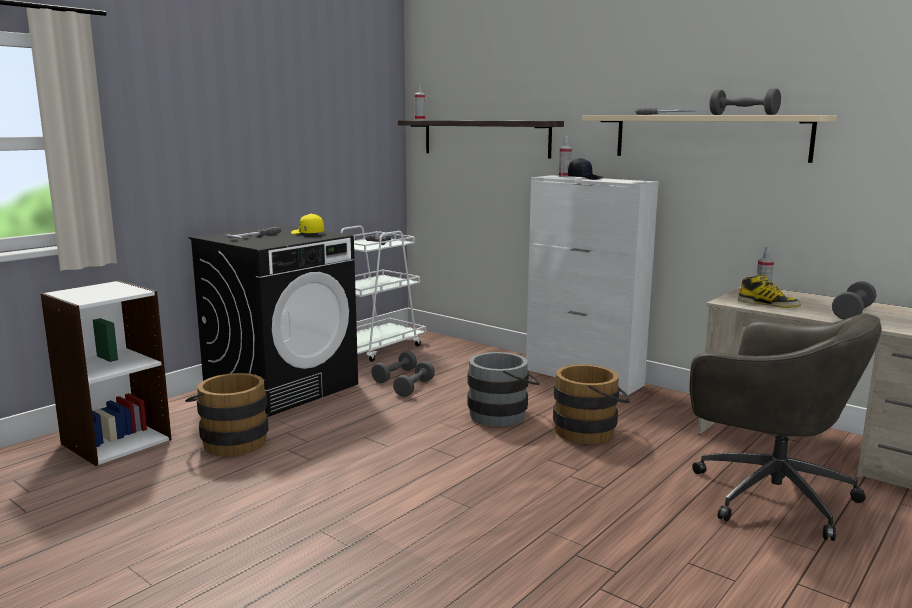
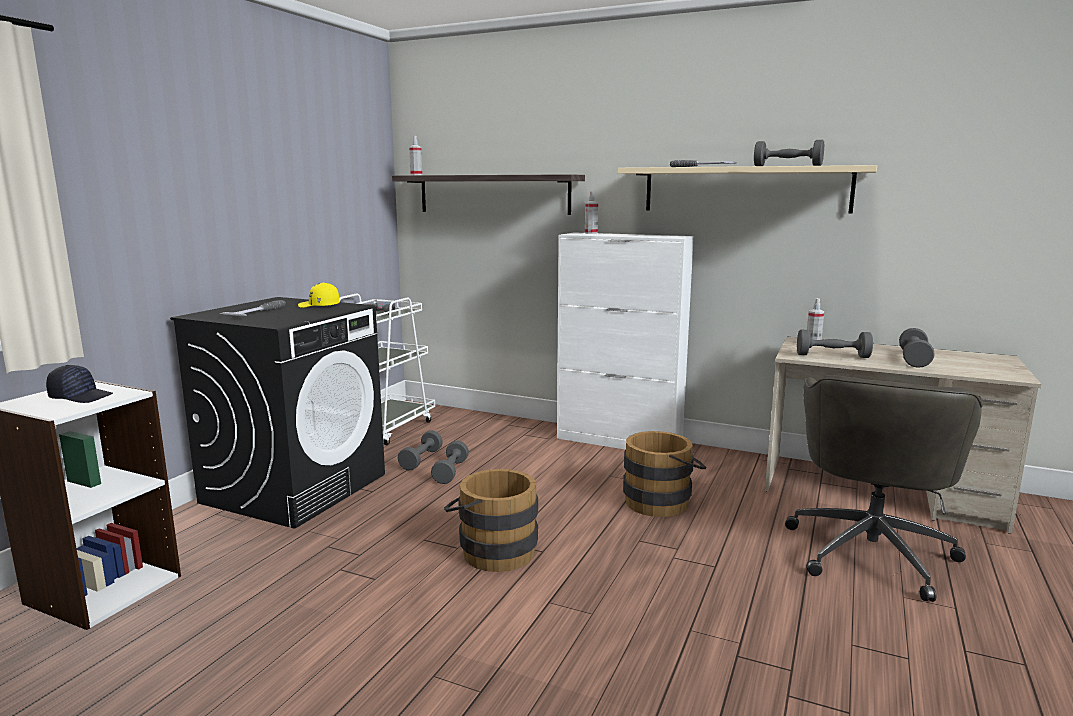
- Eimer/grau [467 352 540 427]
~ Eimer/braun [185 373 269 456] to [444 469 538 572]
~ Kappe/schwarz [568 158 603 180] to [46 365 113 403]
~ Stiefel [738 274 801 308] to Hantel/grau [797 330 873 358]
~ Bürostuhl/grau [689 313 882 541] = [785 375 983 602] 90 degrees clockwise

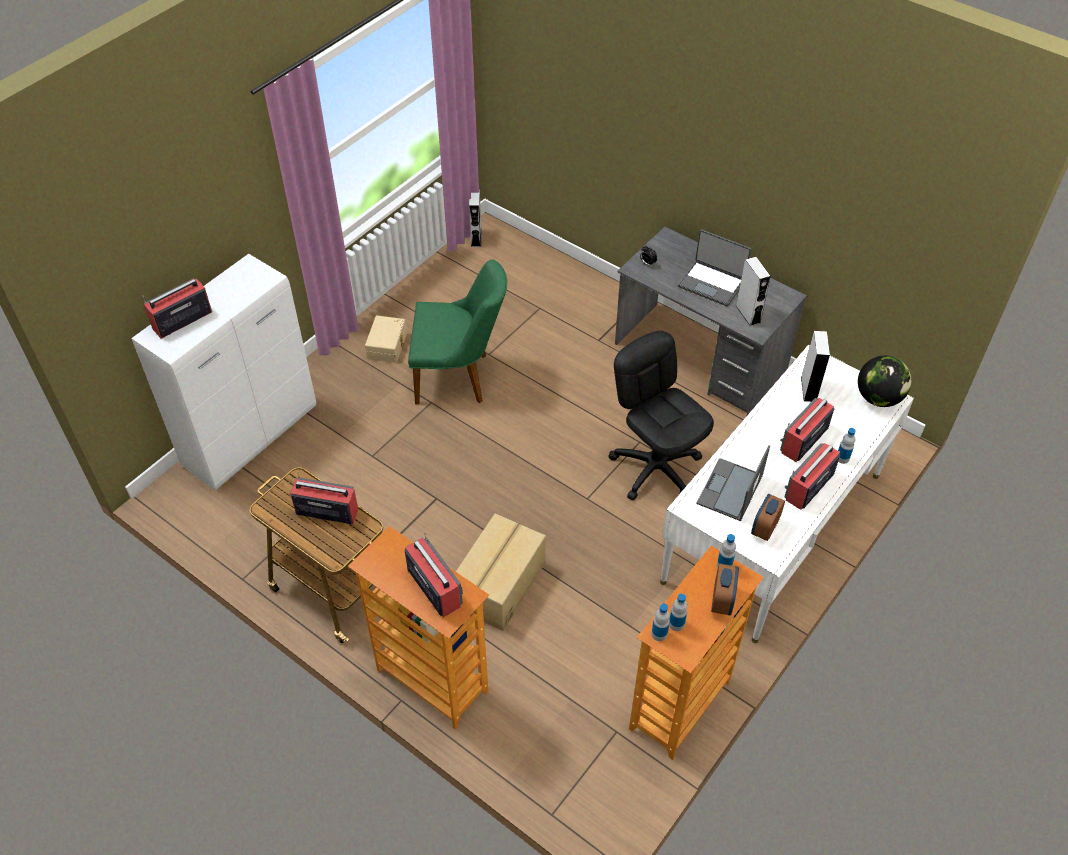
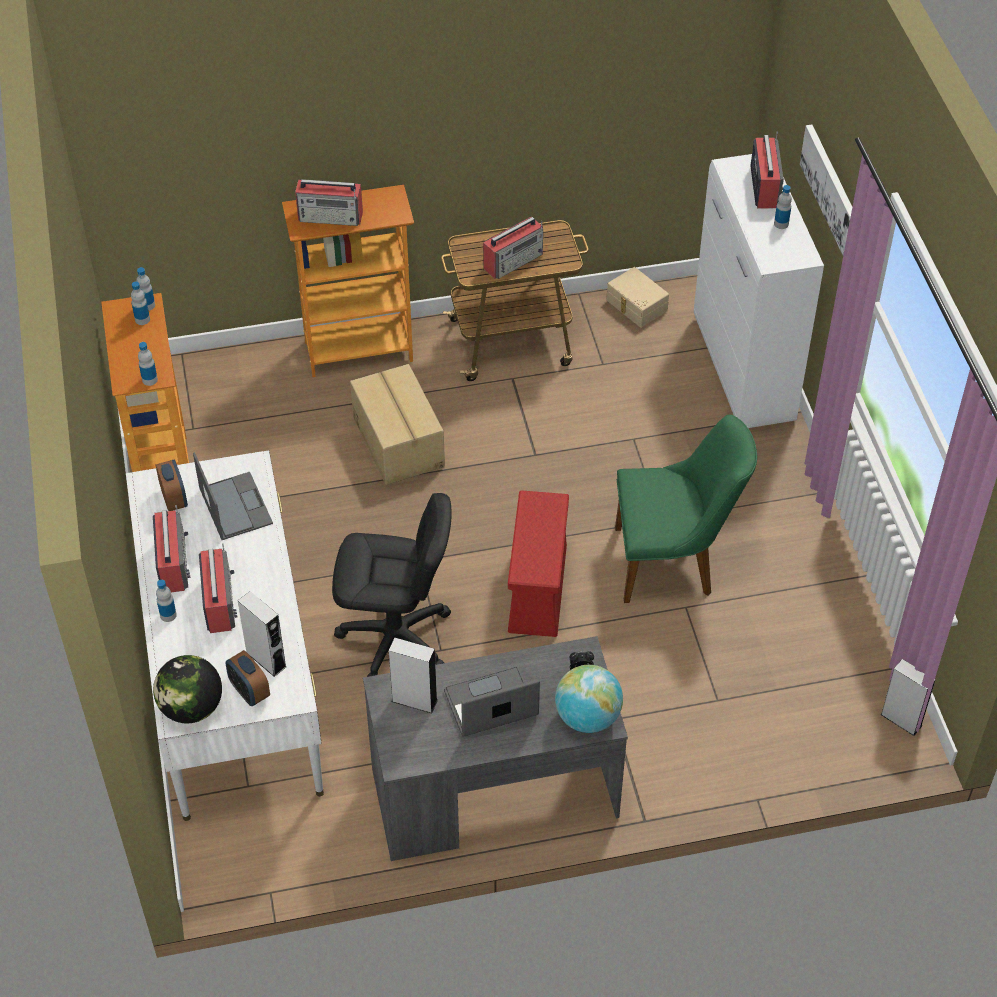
+ Aufbewahrungsbox/rot [508 490 569 637]
+ Globus [555 665 623 733]
+ Flasche [774 185 792 229]
+ Bild [800 124 852 255]
~ Aufbewahrungsbox/beige [365 315 407 363] to [607 267 669 328]
~ Wecker [711 563 739 615] to [225 650 270 706]
~ Stuhl/grün [408 260 507 404] = [615 415 757 603] 135 degrees counterclockwise

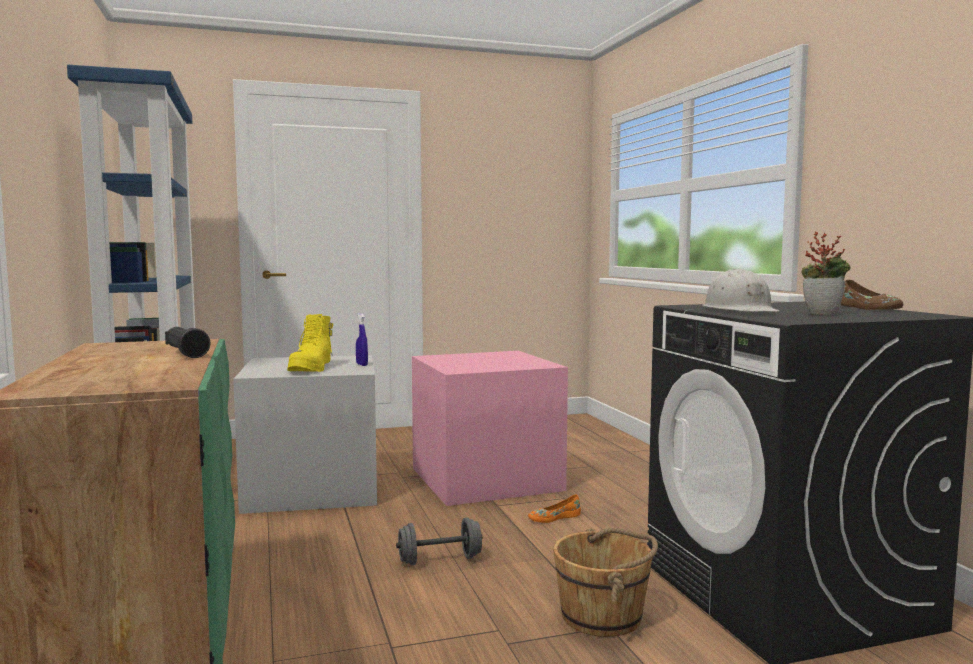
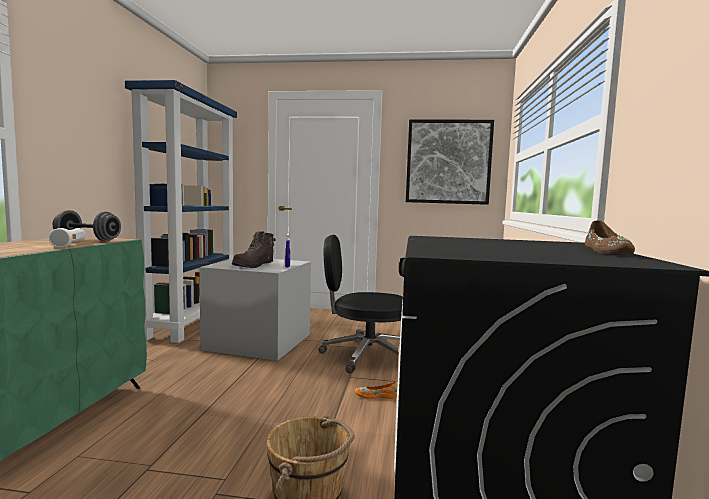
- Schutzhelm/weiß [702 269 780 312]
- Topfpflanze [802 232 850 315]
+ Bild [406 119 494 205]
~ Hantel/grau [396 517 482 565] to [53 210 121 241]
~ Aufbewahrungsbox/rosa [412 351 568 506] to Bürostuhl/schwarz [319 235 403 373]
~ Taschenlampe/schwarz [165 327 210 358] to Taschenlampe/weiß [49 228 86 248]
~ Stiefel/gelb [287 314 333 372] to Stiefel/braun [232 231 275 268]

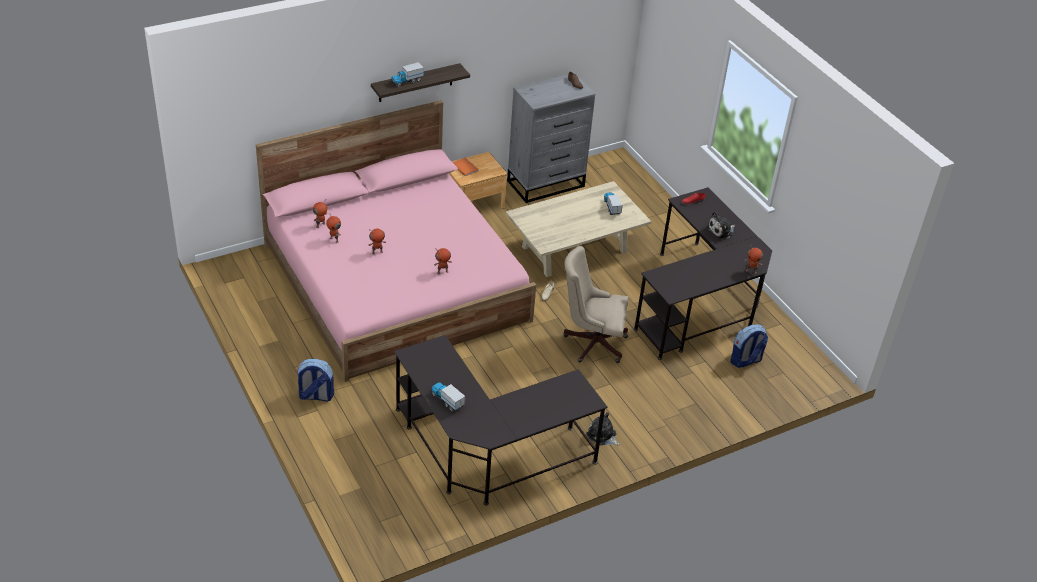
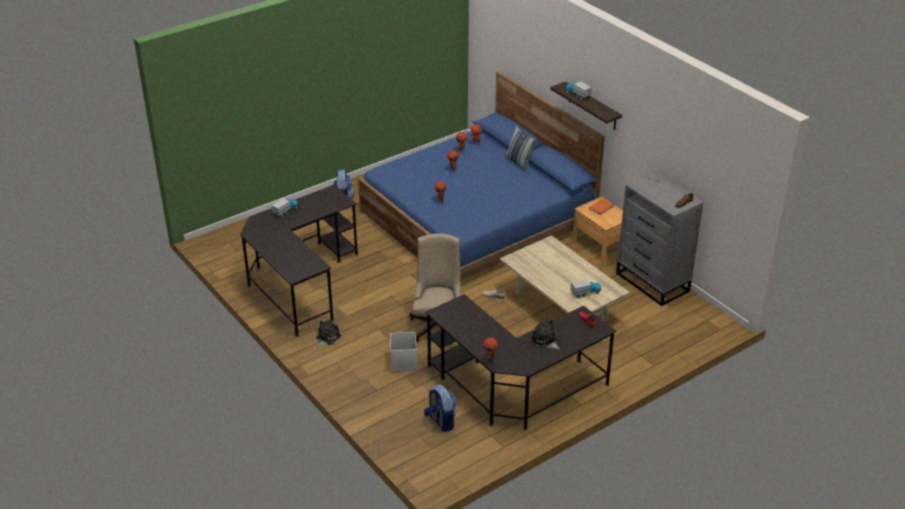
+ Aufbewahrungsbox/weiß [390 332 418 372]
+ Kissen [505 125 537 171]
~ Bett/rosa [256 100 536 382] to Bett/blau [358 71 605 281]

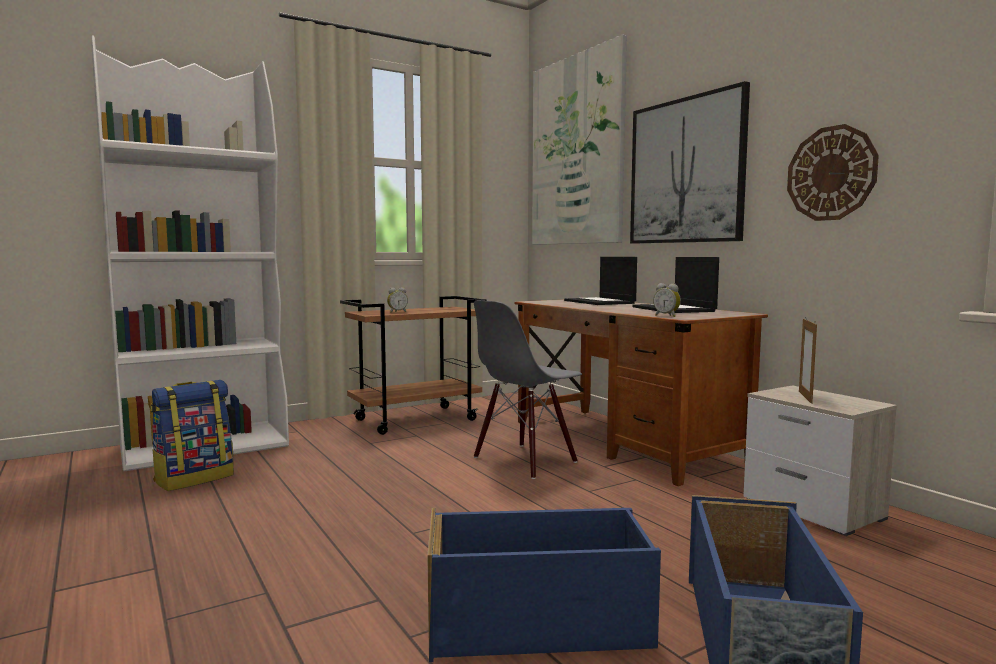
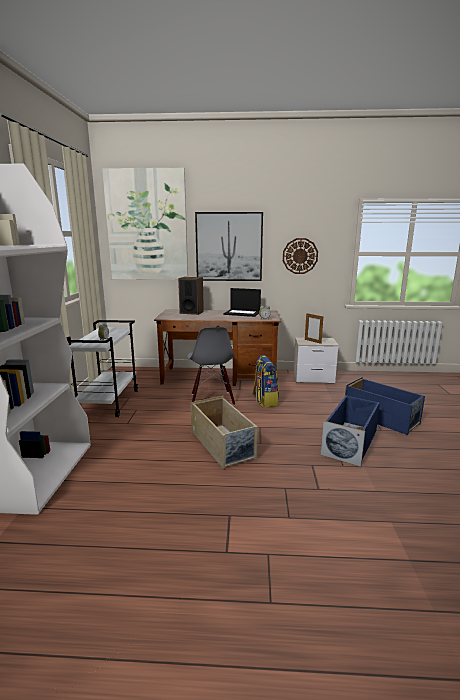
+ Aufbewahrungsbox/beige [191 396 258 469]
~ Rucksack [150 380 234 491] to [252 355 279 407]
~ Laptop [564 257 637 305] to Lautsprecher [178 277 204 315]
~ Rollwagen/braun [340 296 486 435] to Rollwagen/weiß [67 320 138 417]

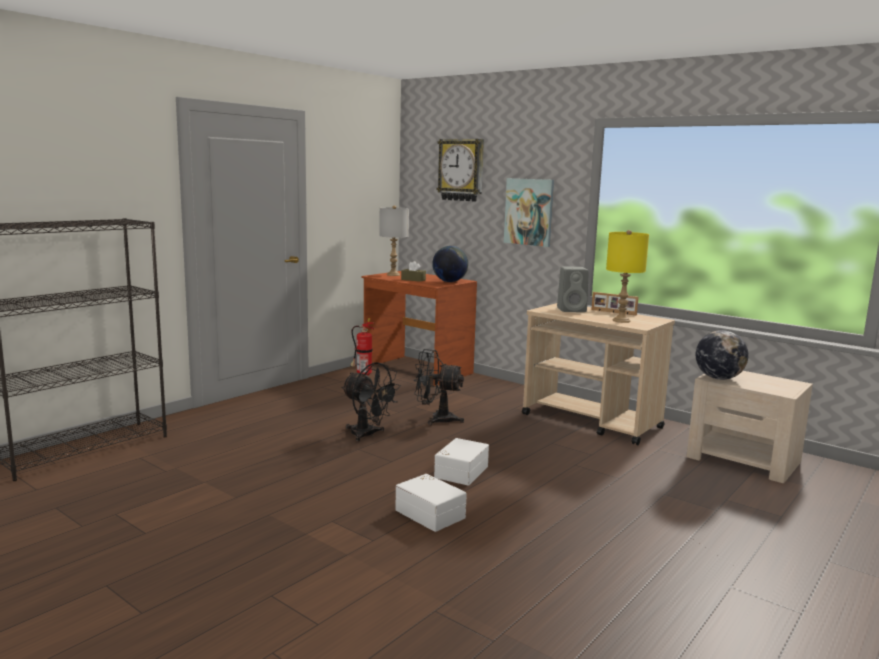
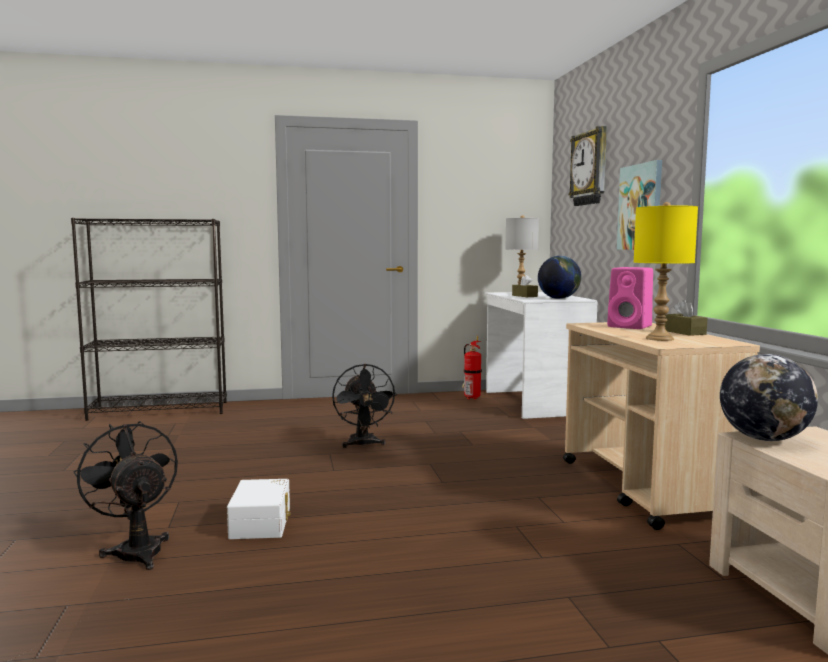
- Aufbewahrungsbox/weiß [434 438 489 485]
~ Ventilator/schwarz [414 349 464 425] to [74 421 178 570]
~ Bilderrahmen [591 292 638 315] to Taschentuchbox/braun [665 300 708 336]
~ Schreibtisch/braun [361 271 477 386] to Schreibtisch/weiß [485 292 597 419]
~ Lautsprecher/grau [557 266 589 312] to Lautsprecher/rosa [607 267 653 329]

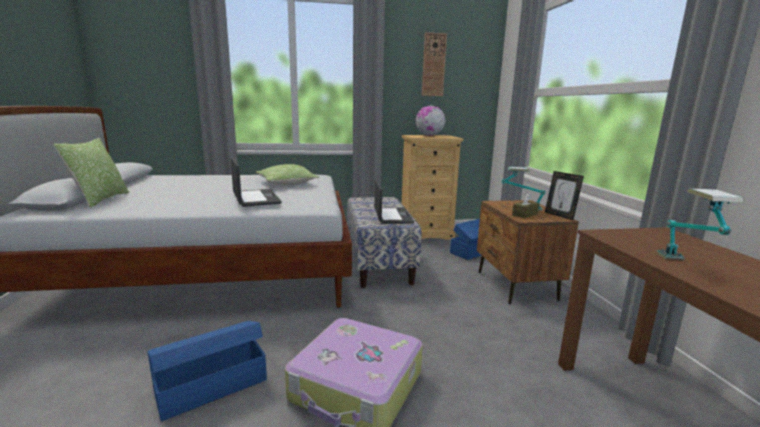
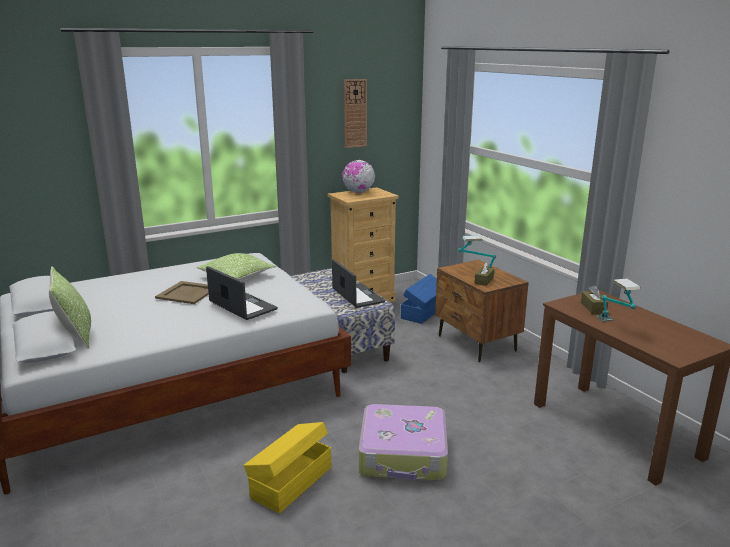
- Bilderrahmen [545 171 584 220]
+ Tablett/beige [155 281 209 304]
+ Taschentuchbox/braun [581 285 608 314]
~ Aufbewahrungsbox/blau [148 321 267 421] to Aufbewahrungsbox/gelb [243 422 331 514]

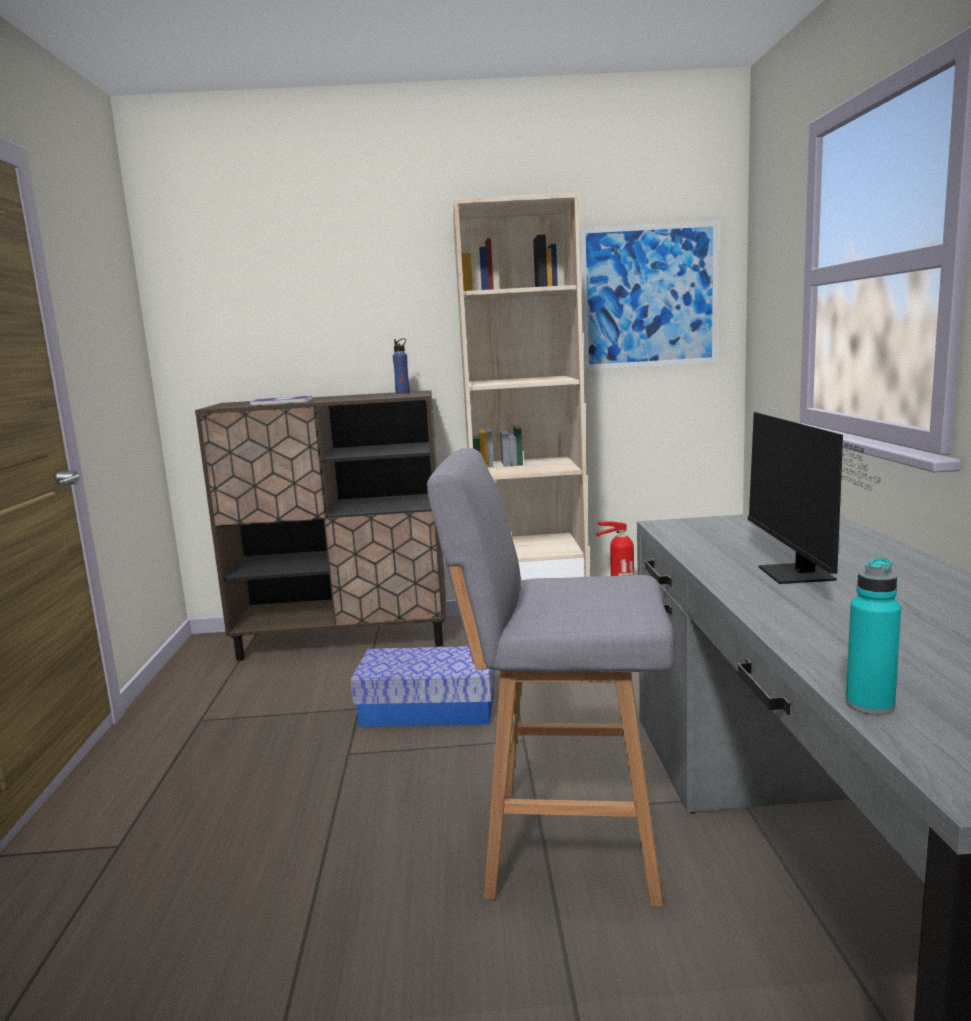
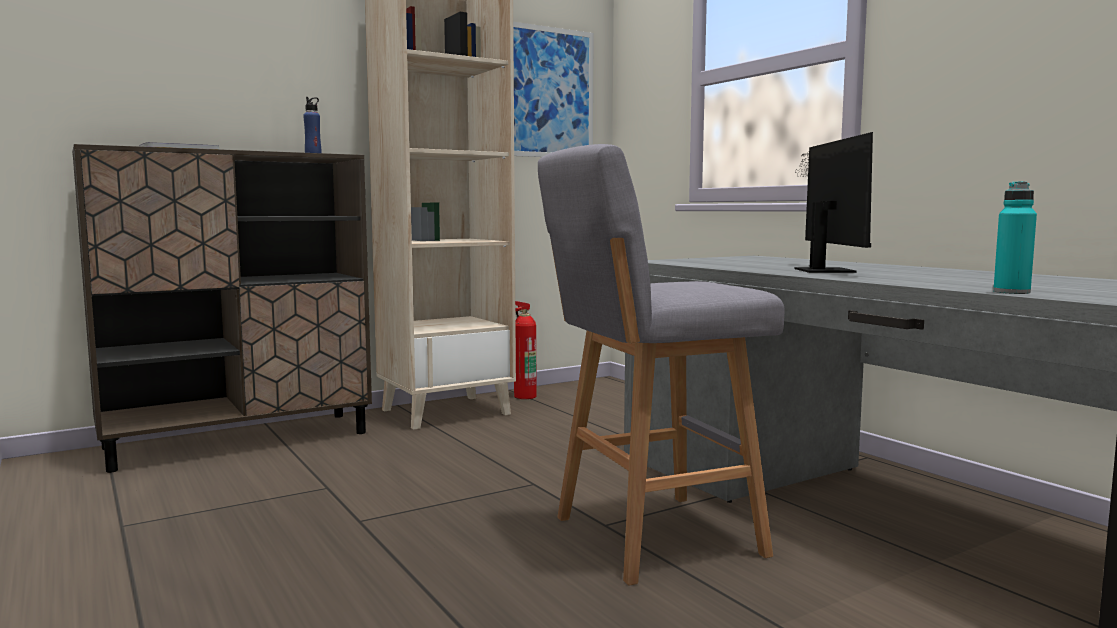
- Aufbewahrungsbox [350 646 495 727]
~ Monitor [748 412 881 584] = [794 132 873 273] 150 degrees counterclockwise

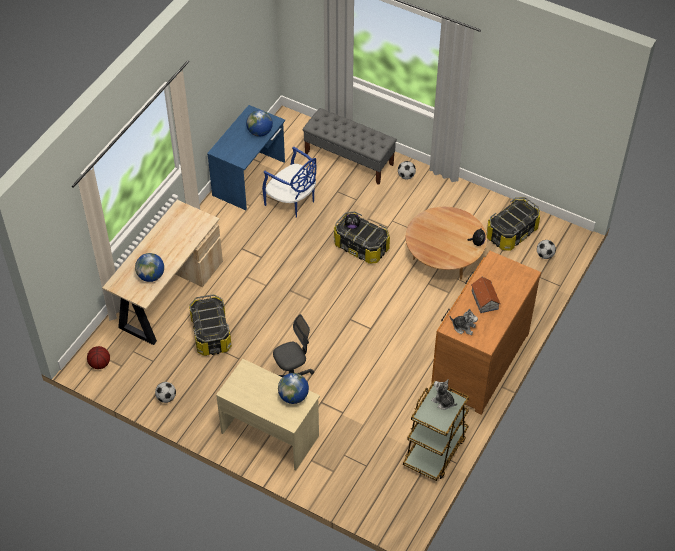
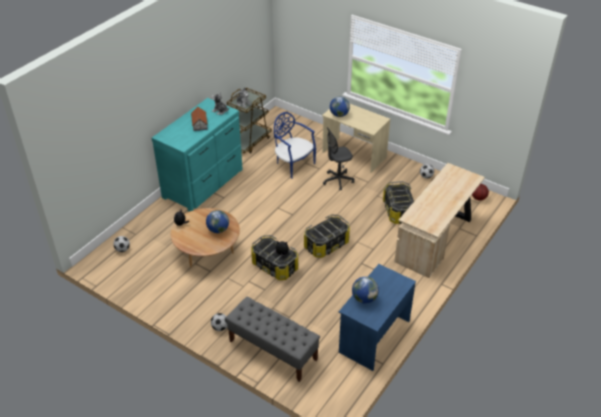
~ Globus [135 253 164 282] to [206 210 229 233]
~ Stuhl/blau [262 146 316 218] to [274 112 316 179]
~ Aufbewahrungsbox [487 197 540 251] to [304 215 350 258]
~ Kommode/braun [431 251 541 415] to Kommode/türkis [152 98 243 212]

